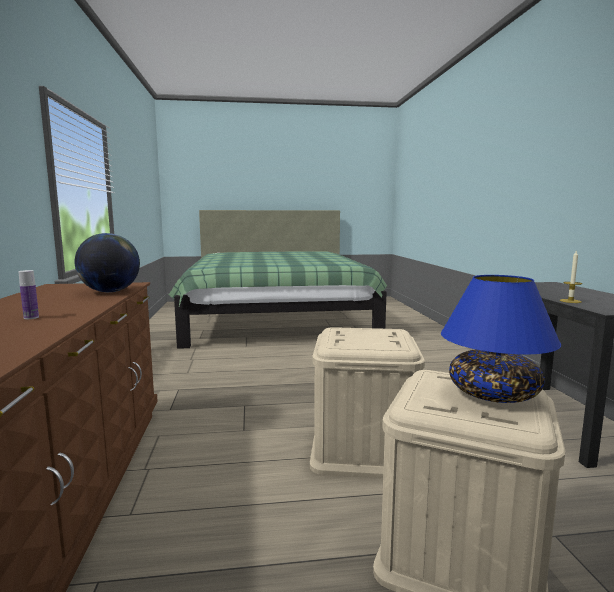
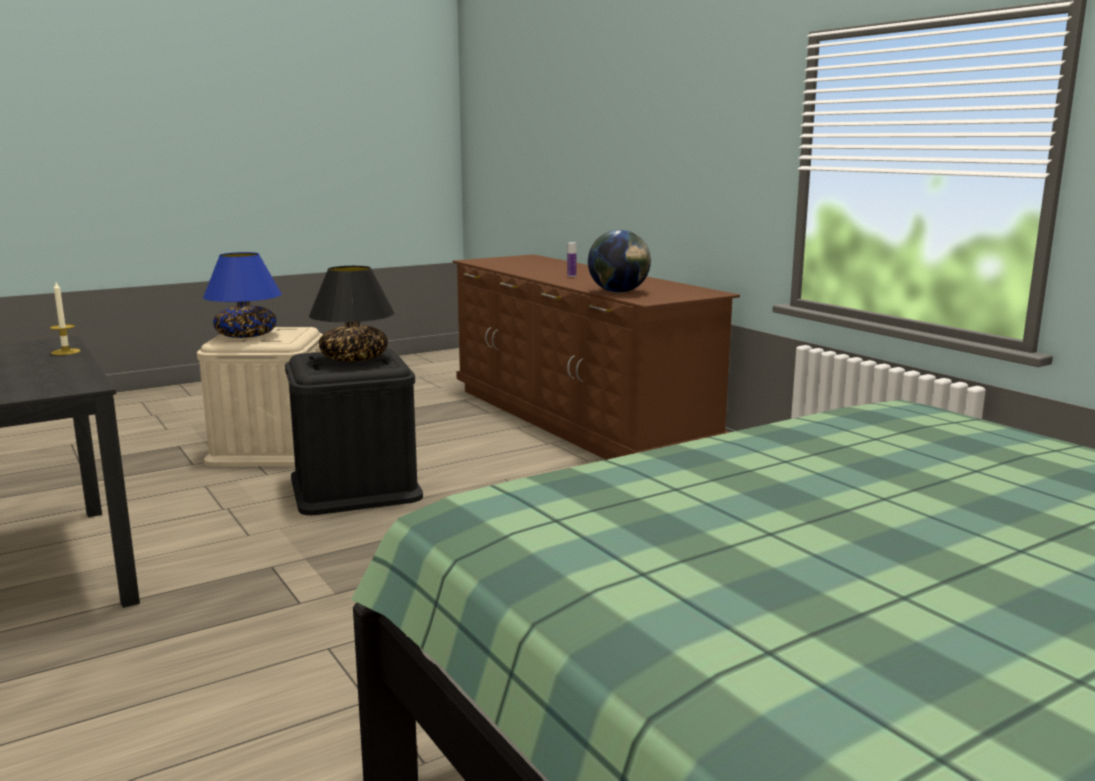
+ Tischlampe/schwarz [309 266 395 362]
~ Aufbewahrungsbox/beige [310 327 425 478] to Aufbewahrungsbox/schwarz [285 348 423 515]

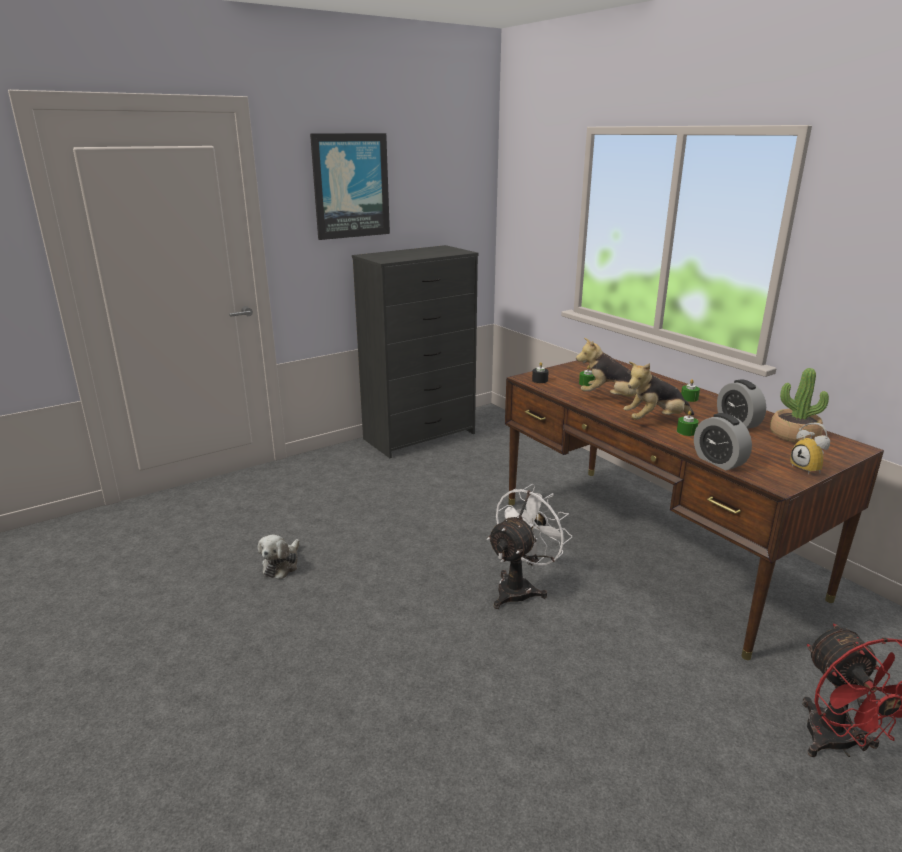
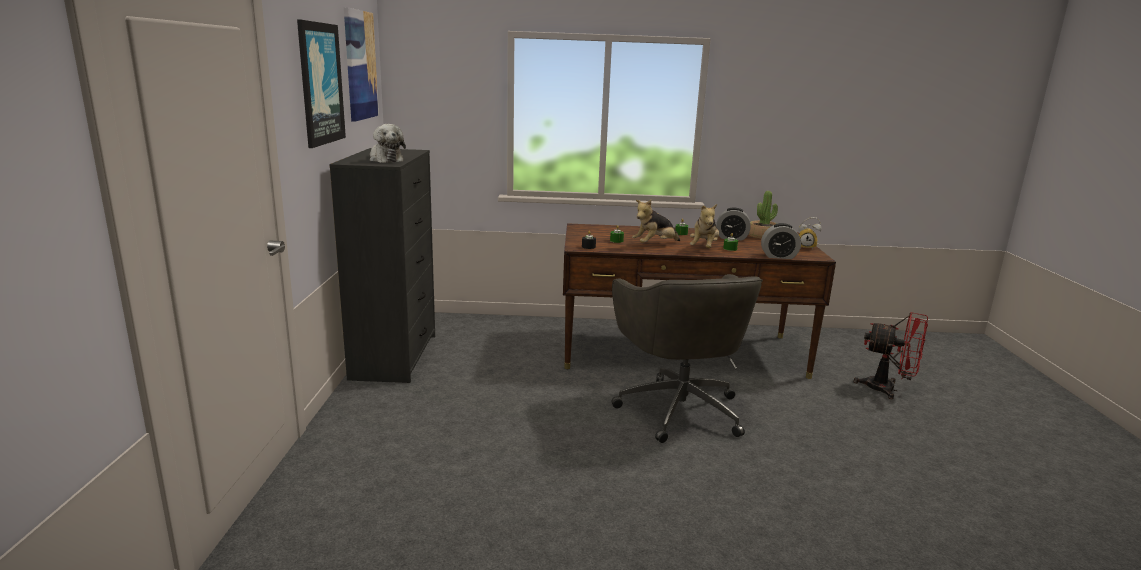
+ Bild [344 7 379 122]
~ Plüschtier [258 535 299 579] to [370 124 406 163]
~ Ventilator/weiß [487 484 572 609] to Bürostuhl/grau [611 274 763 443]

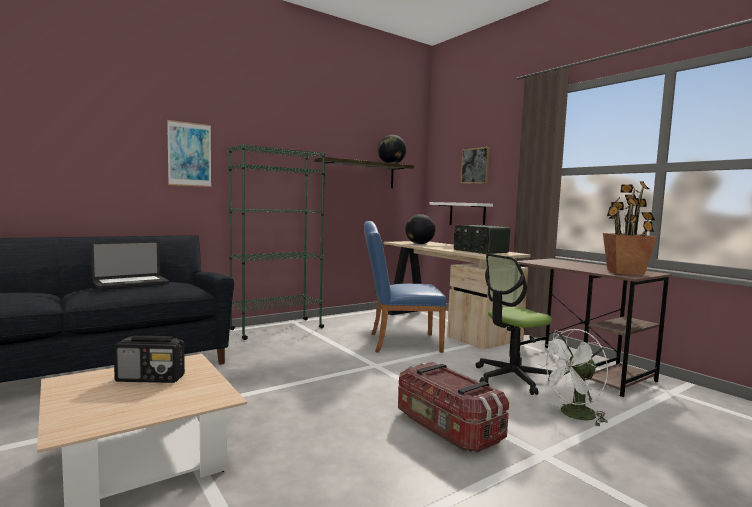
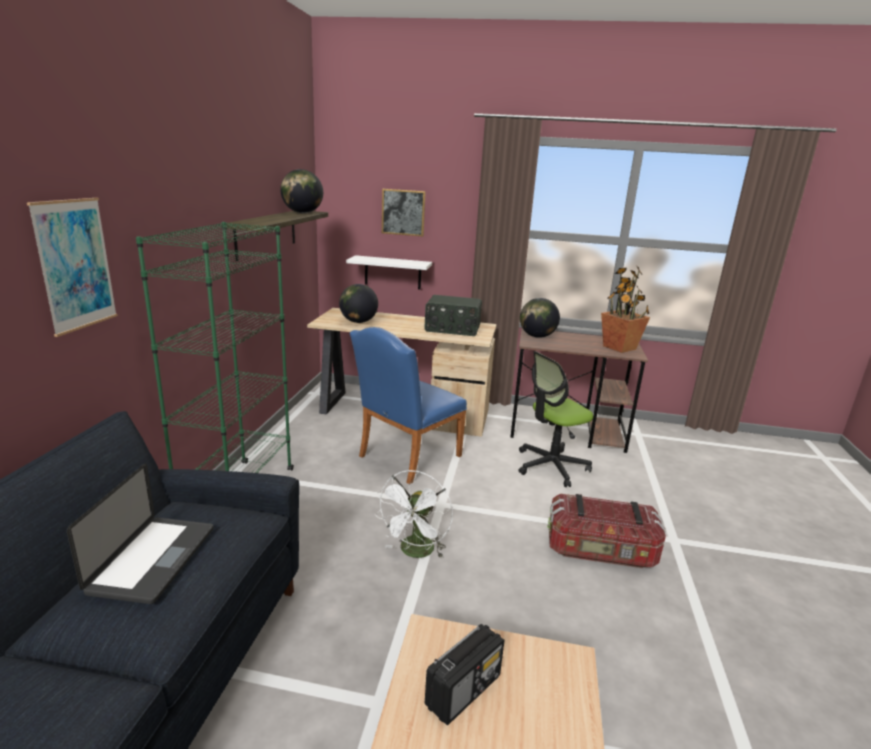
+ Globus [520 298 560 338]
~ Ventilator/weiß [538 329 608 427] to [375 470 453 559]
~ Bürostuhl [476 254 553 395] = [518 351 593 487] 45 degrees clockwise

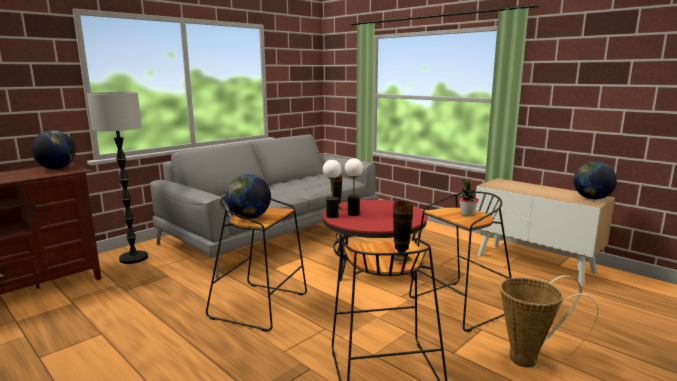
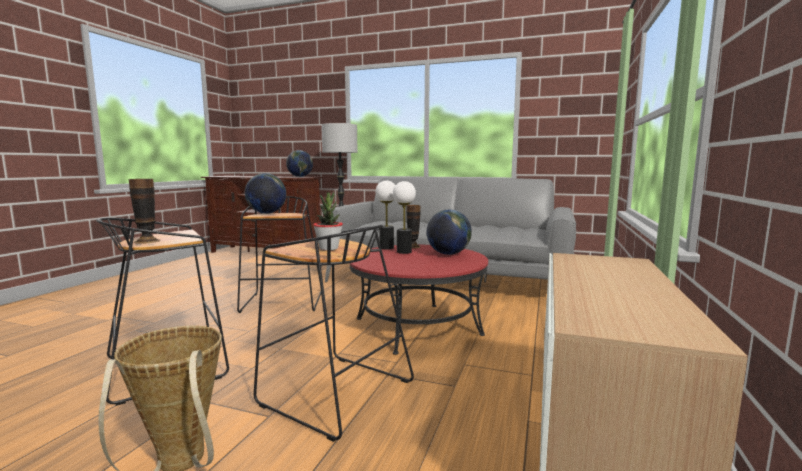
~ Globus [574 161 617 200] to [427 210 472 255]

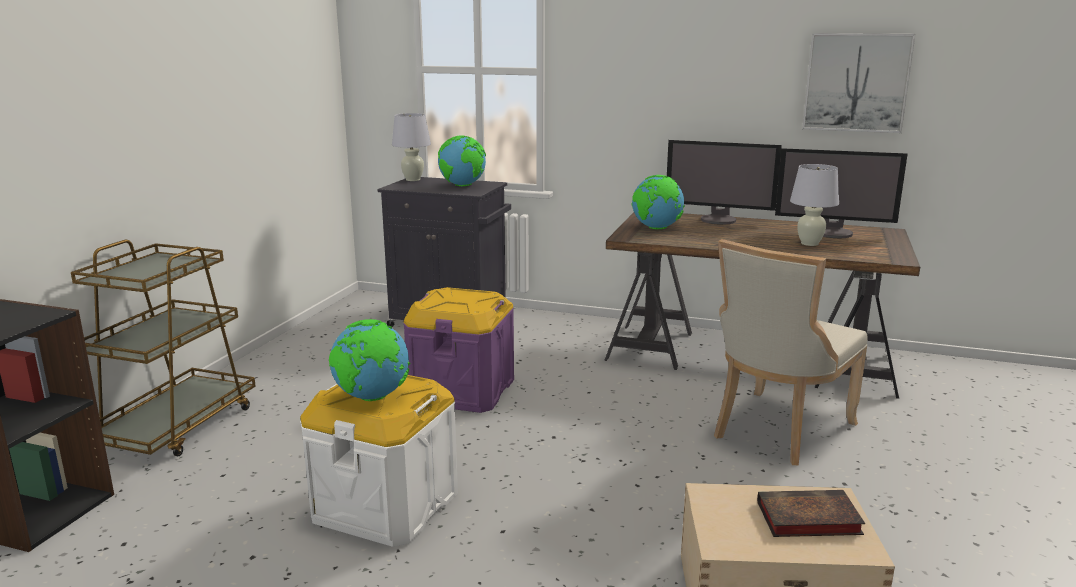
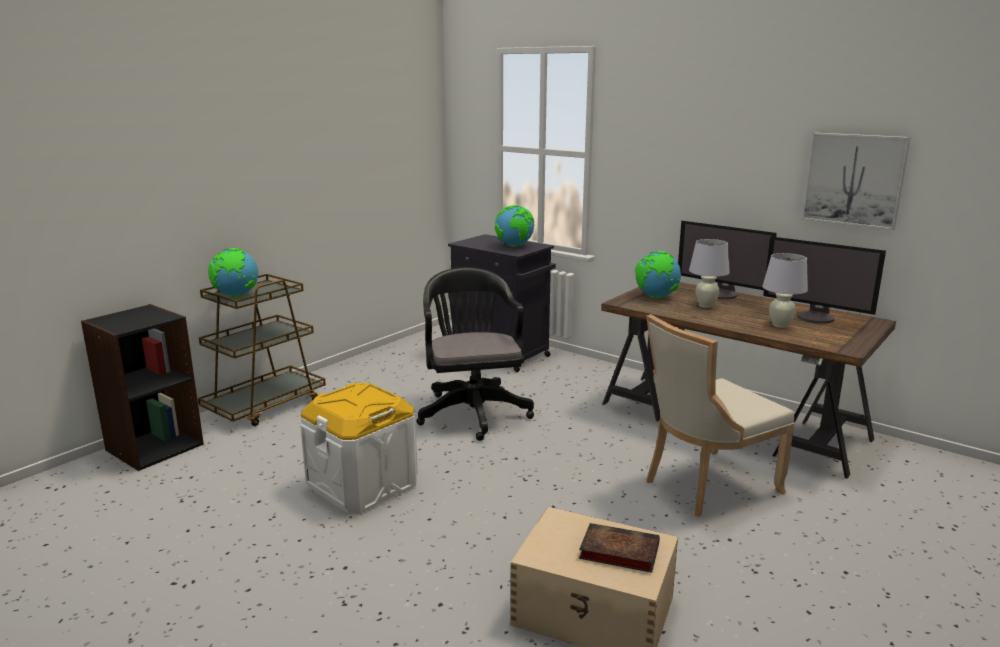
~ Globus [329 319 410 401] to [208 248 258 297]
~ Tischlampe/weiß [392 113 431 181] to [689 239 730 308]
~ Aufbewahrungsbox/lila [403 287 514 413] to Bürostuhl/schwarz [417 267 534 441]

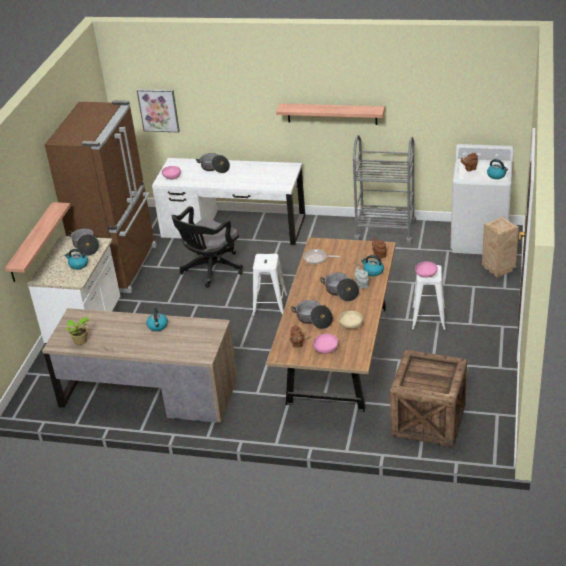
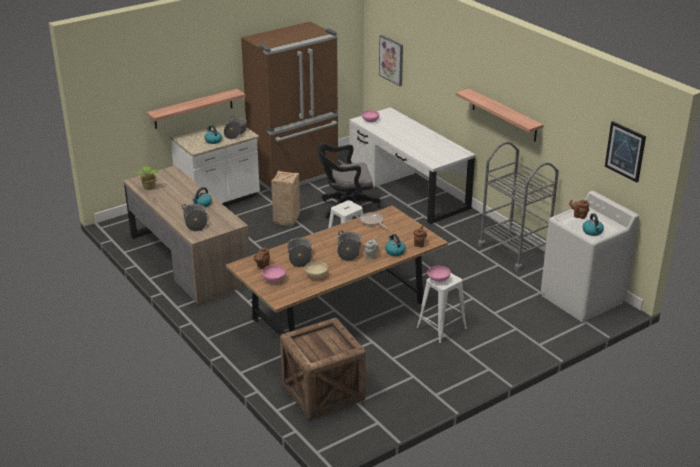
+ Bild [605 121 646 182]
~ Kochtopf [196 153 230 173] to [182 204 207 231]
~ Kiste [482 216 519 277] to [271 171 300 226]

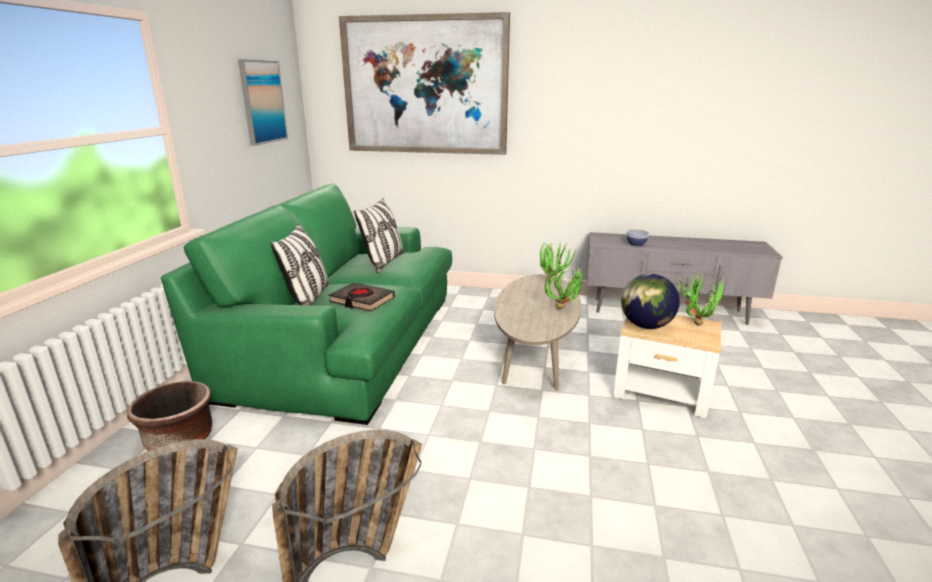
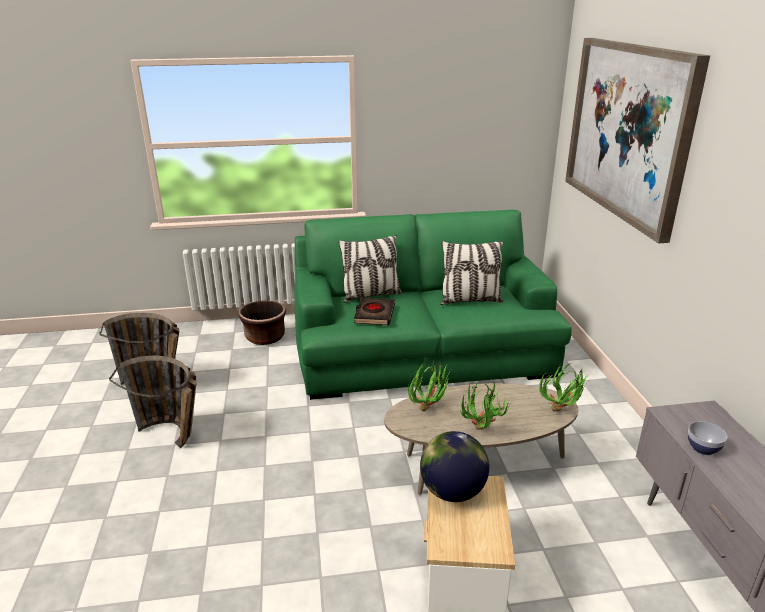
- Bild [238 59 288 146]
~ Topfpflanze [677 273 726 326] to [408 359 452 411]

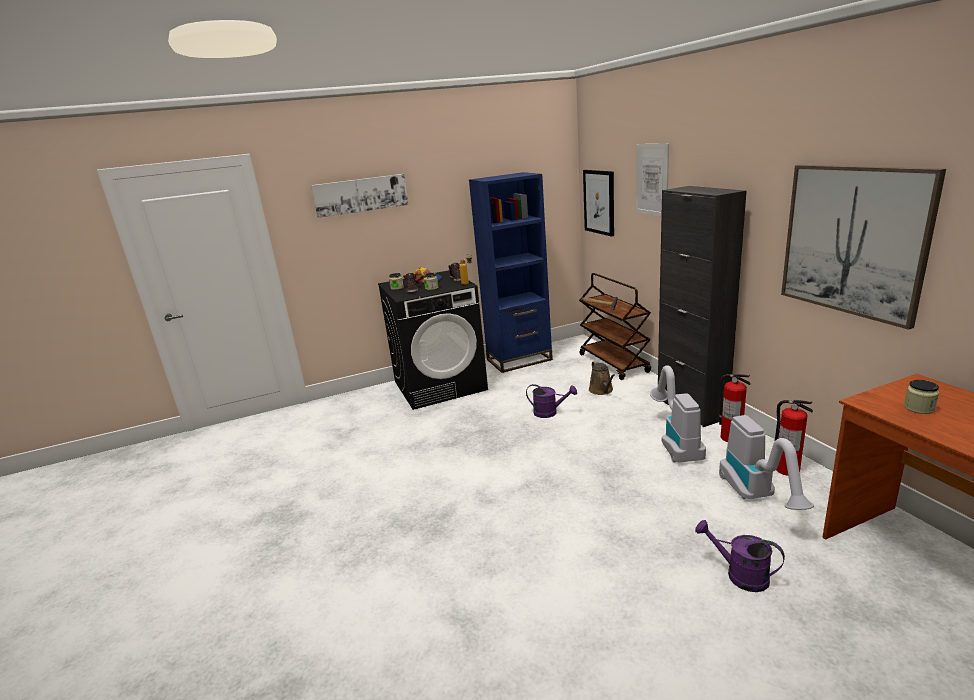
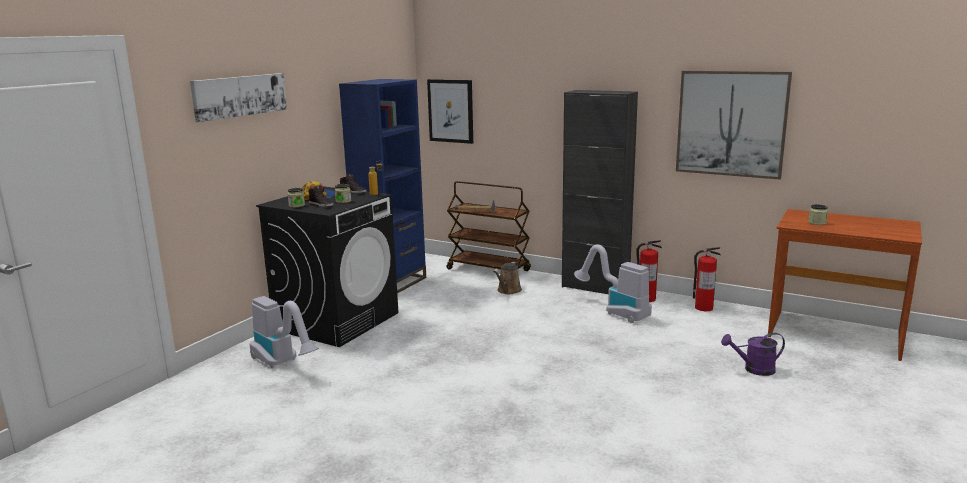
- Gießkanne/lila [526 384 577 418]
- Bild [636 144 669 216]
~ Staubsauger [719 415 814 510] to [249 296 319 368]
~ Gießkanne/braun [589 361 615 395] = [494 262 522 294] 75 degrees clockwise

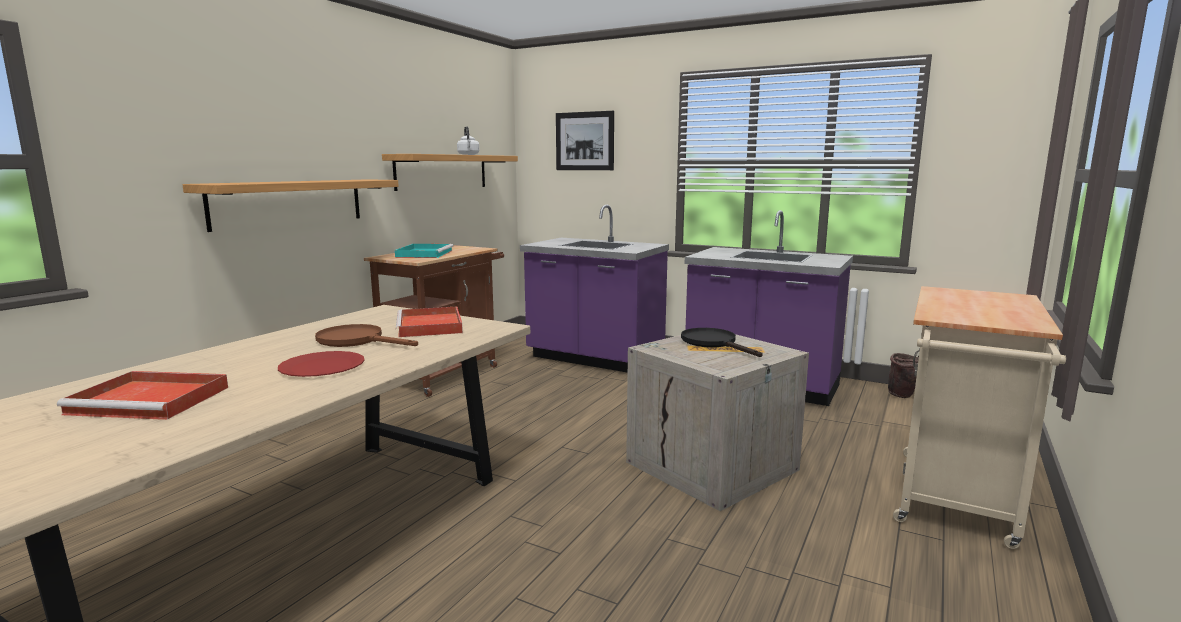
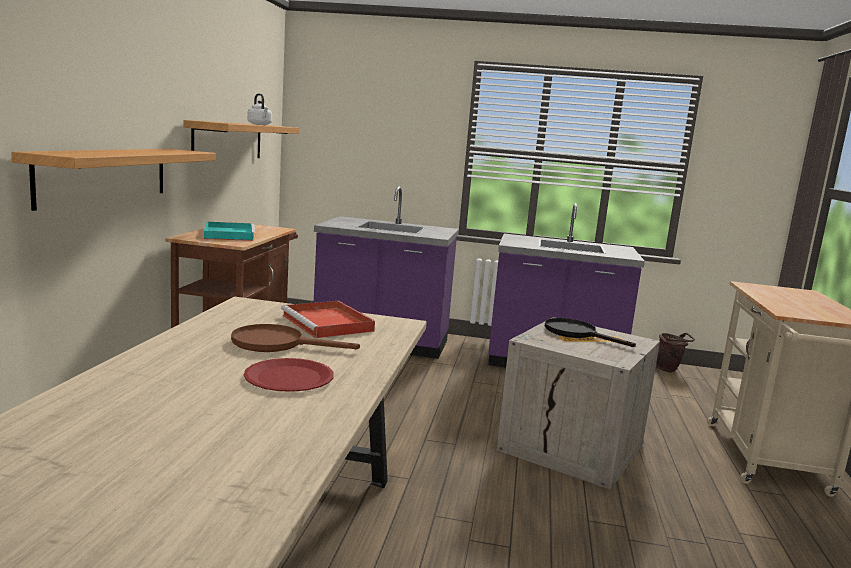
- Tablett/rot [57 371 228 420]
- Bild [556 111 614 170]

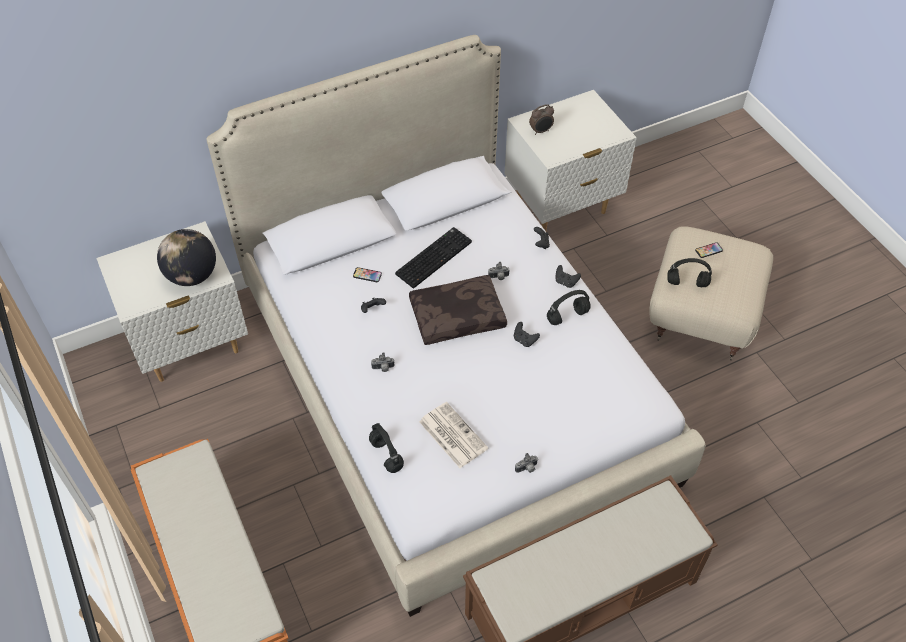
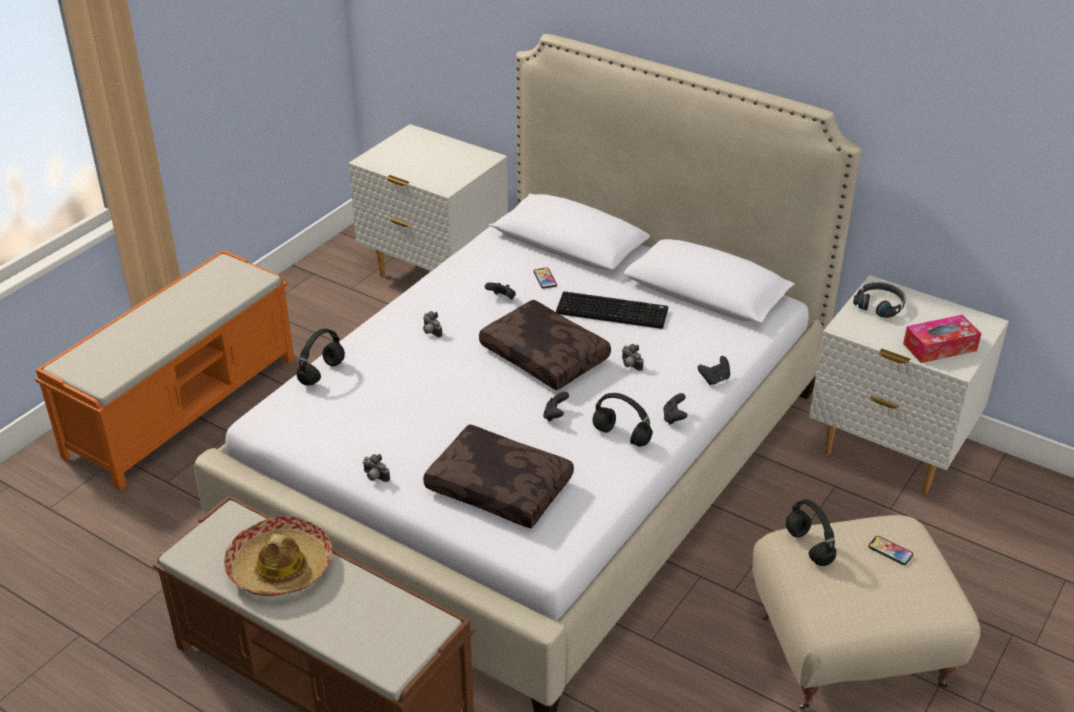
- Globus [157 229 216 286]
- Zeitung [419 402 488 468]
+ Hut [224 516 332 596]
+ Kissen/braun [423 424 574 528]
+ Taschentuchbox [903 315 981 363]
~ Wecker [529 104 554 135] to Kopfhörer/schwarz [853 282 906 318]

